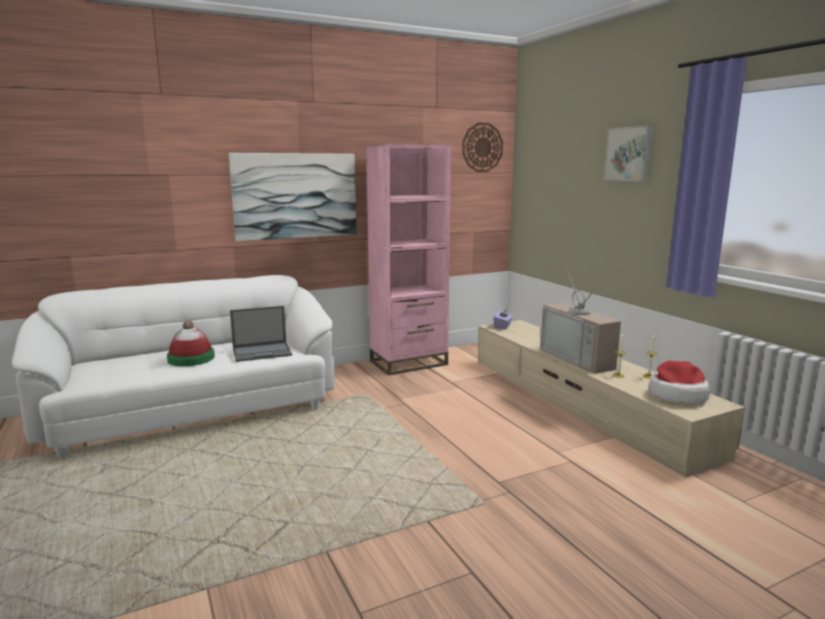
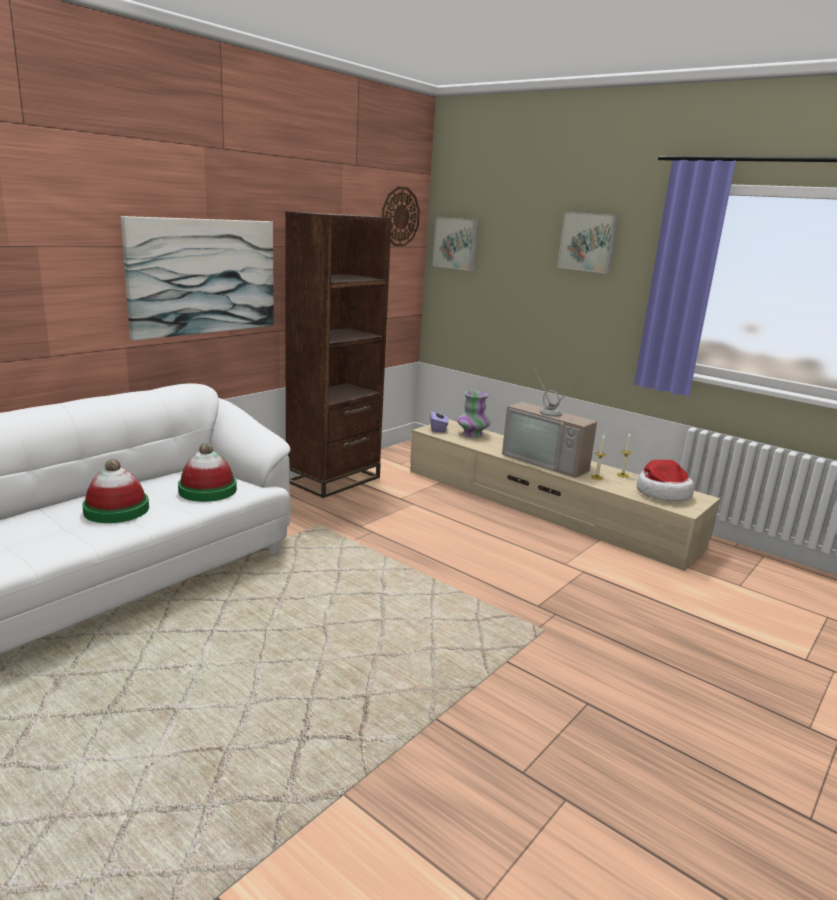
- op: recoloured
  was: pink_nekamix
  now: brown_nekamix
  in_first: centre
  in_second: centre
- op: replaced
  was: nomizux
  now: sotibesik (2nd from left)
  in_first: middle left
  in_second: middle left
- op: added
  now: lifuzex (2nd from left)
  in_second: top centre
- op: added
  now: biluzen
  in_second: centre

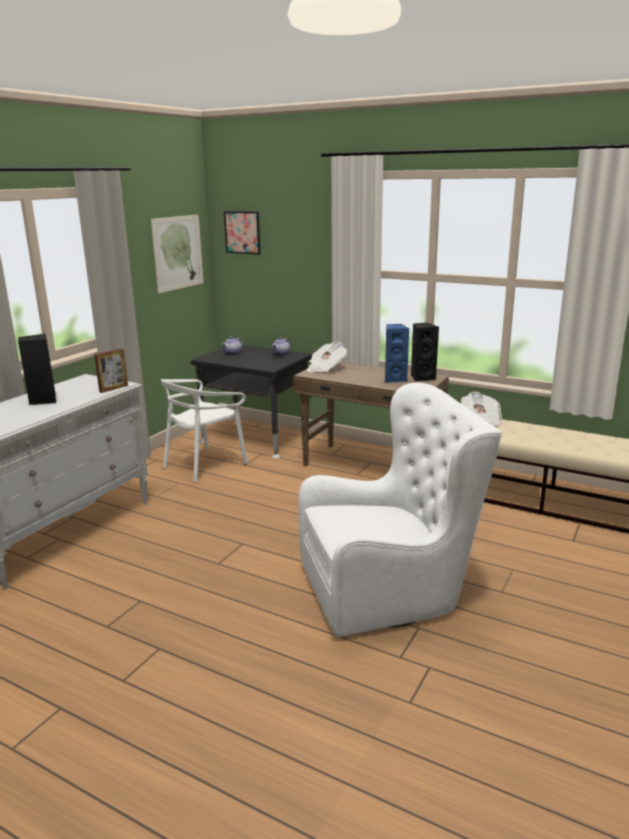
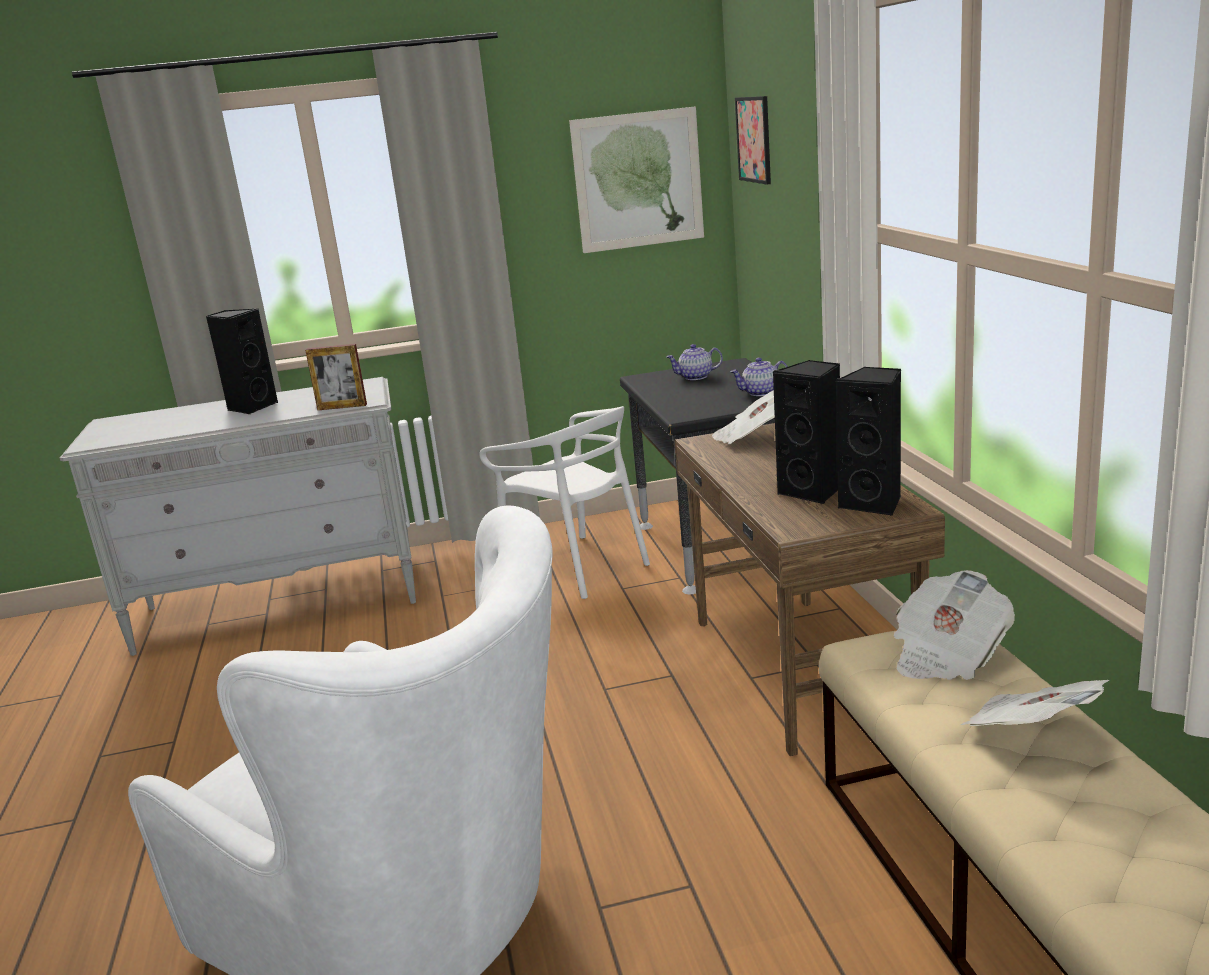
- op: recoloured
  was: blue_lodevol
  now: black_lodevol (2nd from left)
  in_first: centre
  in_second: middle right
- op: turned
  was: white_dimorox
  in_first: middle left
  in_second: centre
  clockwise: -135
- op: added
  now: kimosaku (3rd from left)
  in_second: bottom right

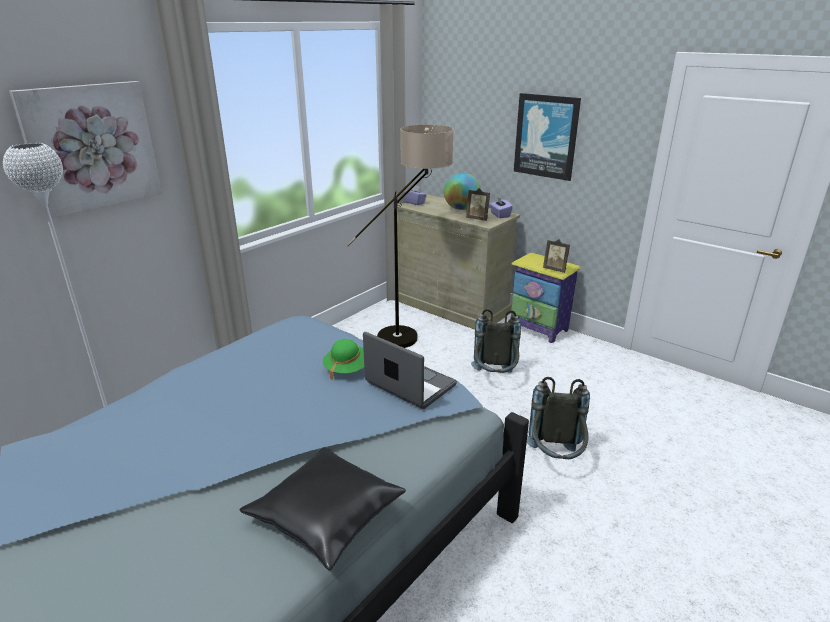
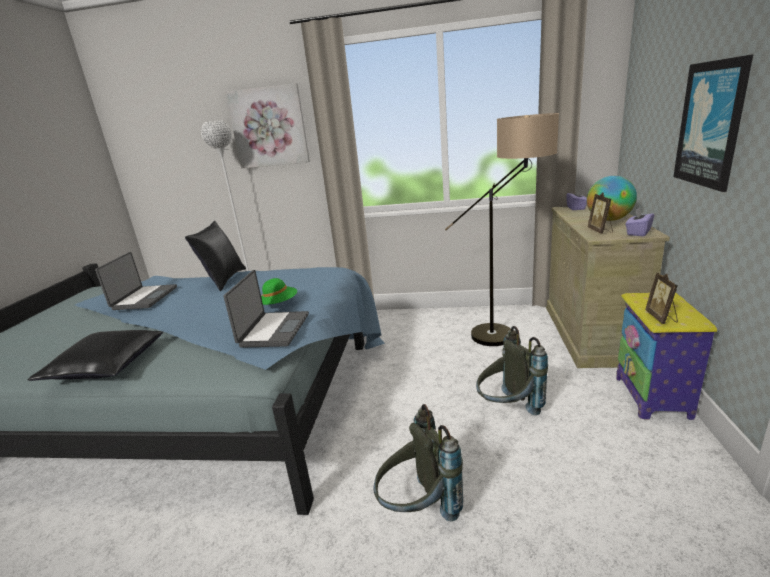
- op: added
  now: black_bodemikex (2nd from left)
  in_second: middle left
- op: added
  now: nomizux (1st from left)
  in_second: middle left

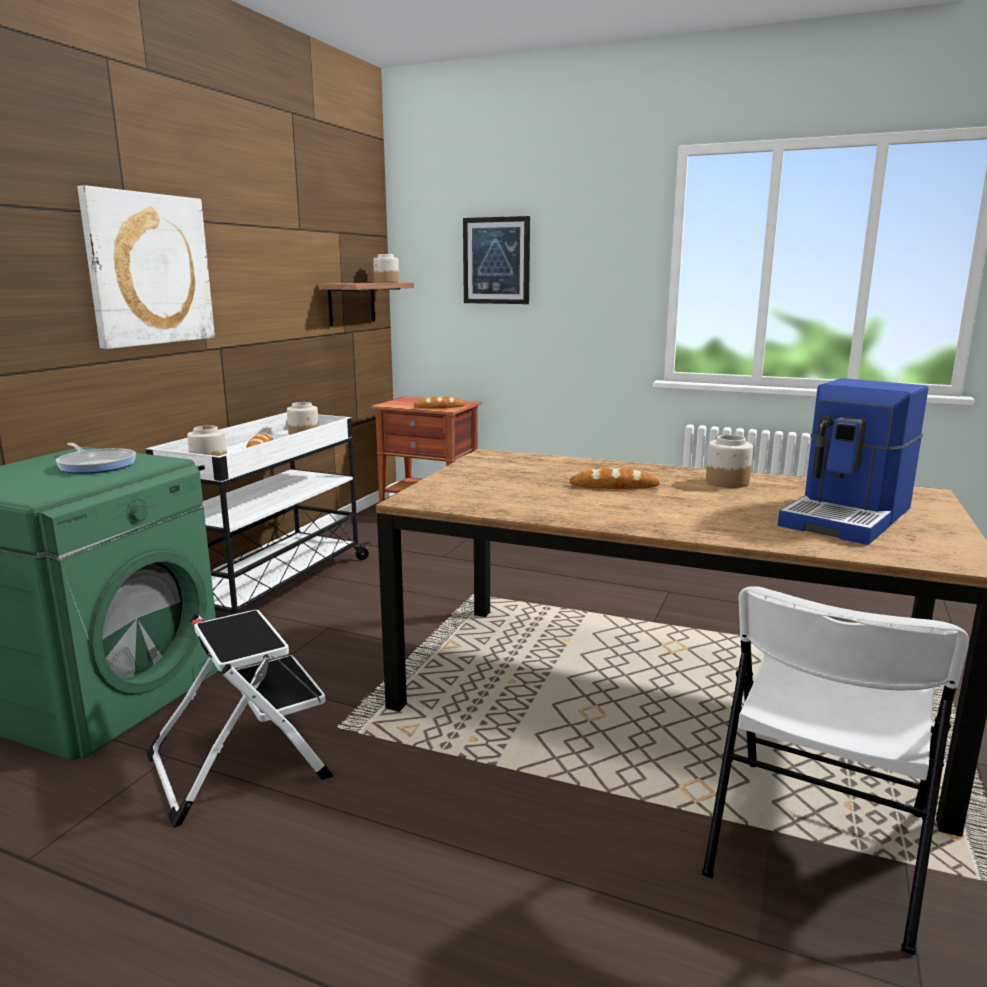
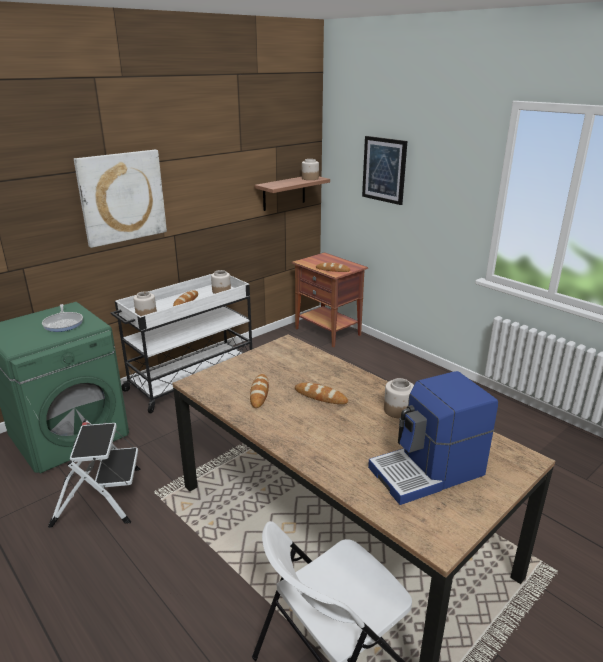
- op: added
  now: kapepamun (2nd from left)
  in_second: centre

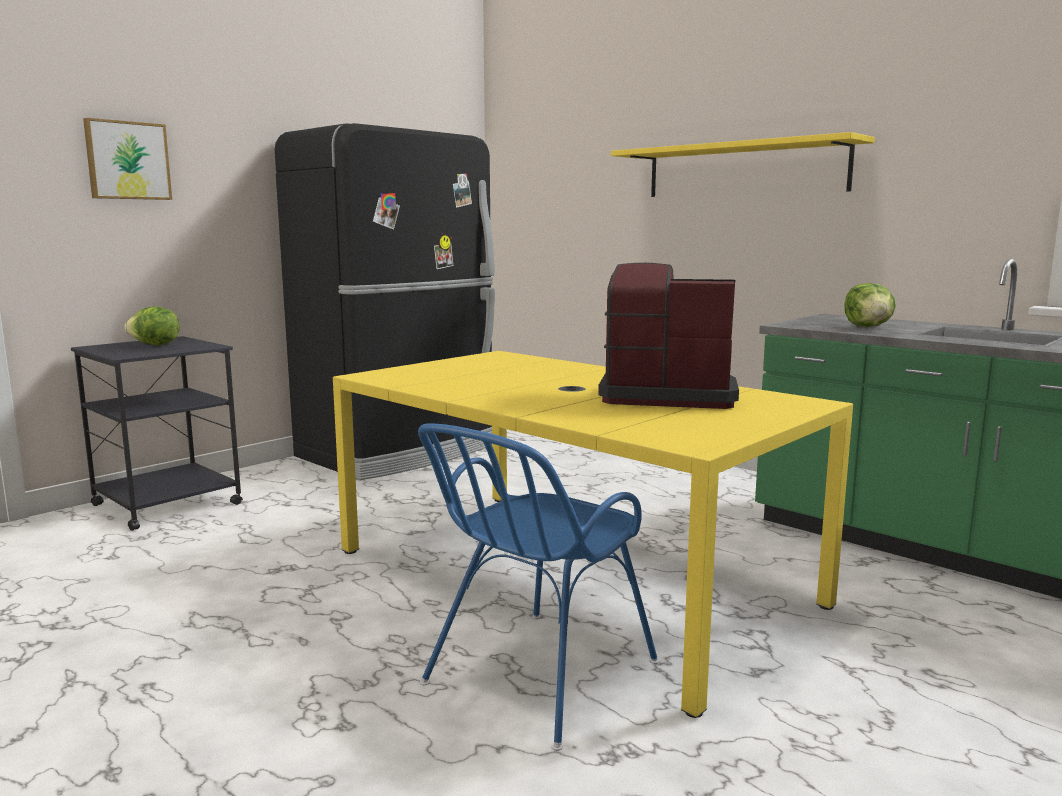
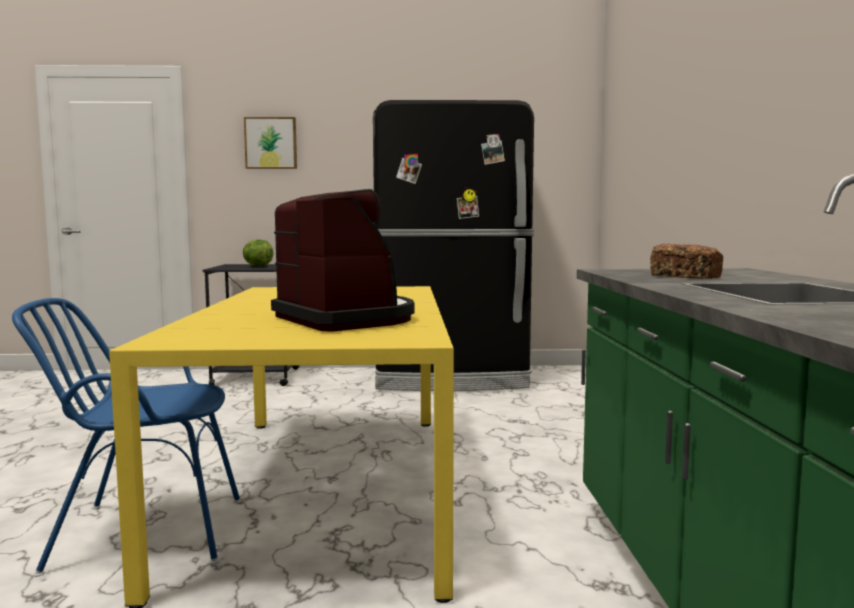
- op: removed
  was: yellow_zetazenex
  in_first: top right
- op: replaced
  was: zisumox (2nd from left)
  now: kapepamun
  in_first: middle right
  in_second: middle right

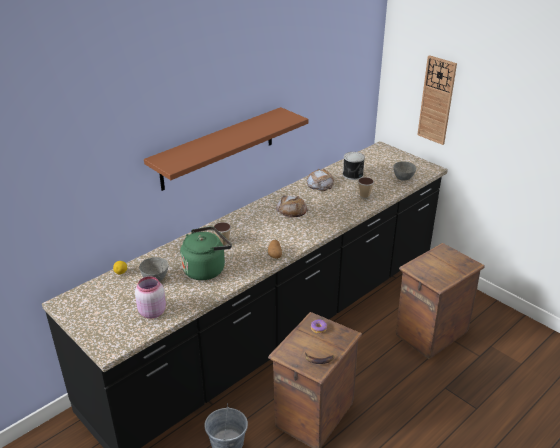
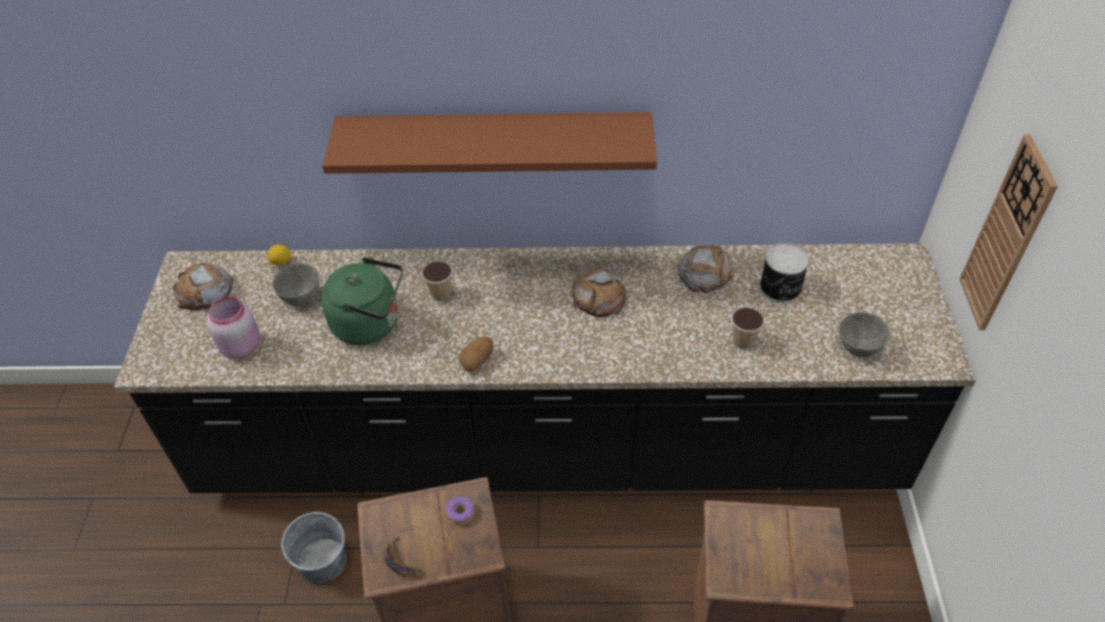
- op: added
  now: kapepamun (1st from left)
  in_second: middle left

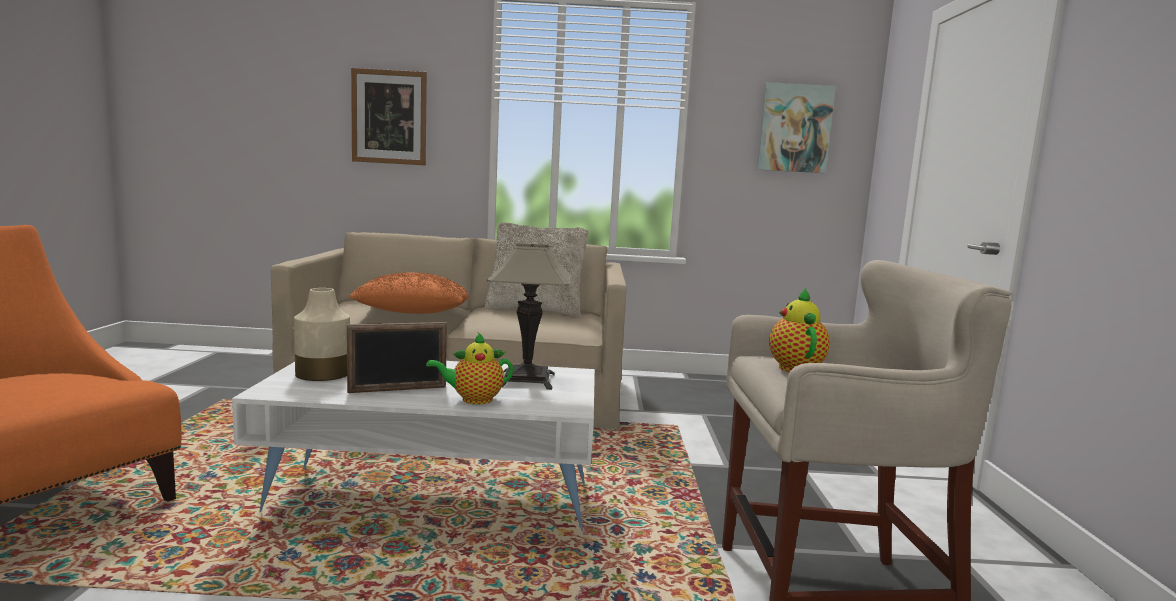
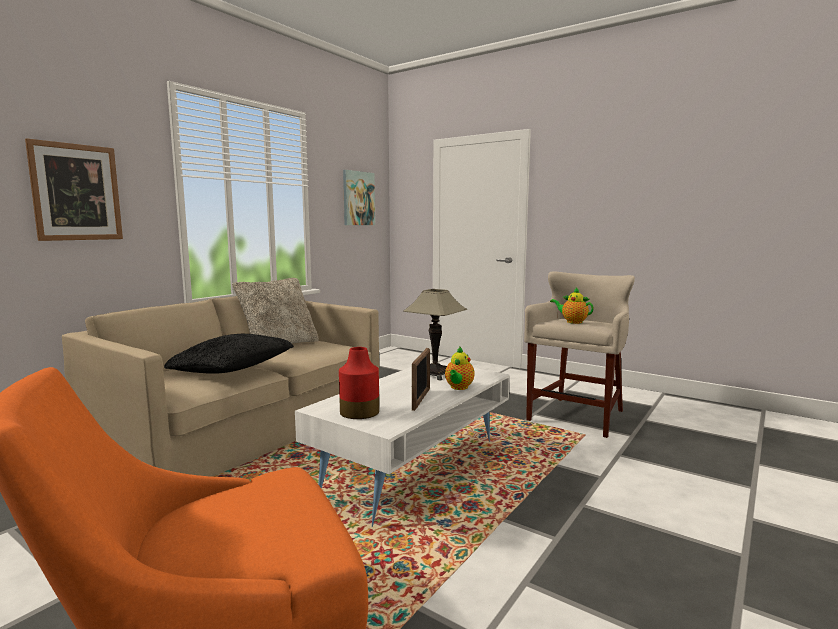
- op: recoloured
  was: orange_bodemikex
  now: black_bodemikex
  in_first: centre
  in_second: middle left
- op: recoloured
  was: beige_biluzen
  now: red_biluzen
  in_first: middle left
  in_second: centre

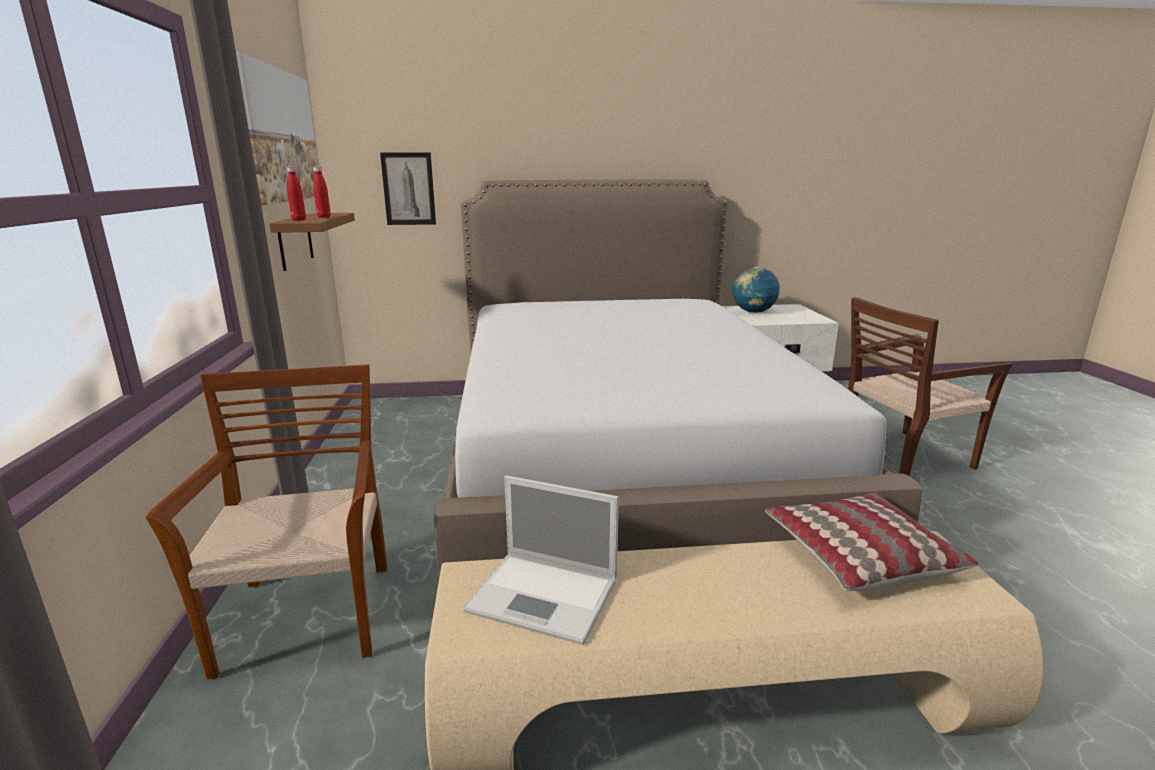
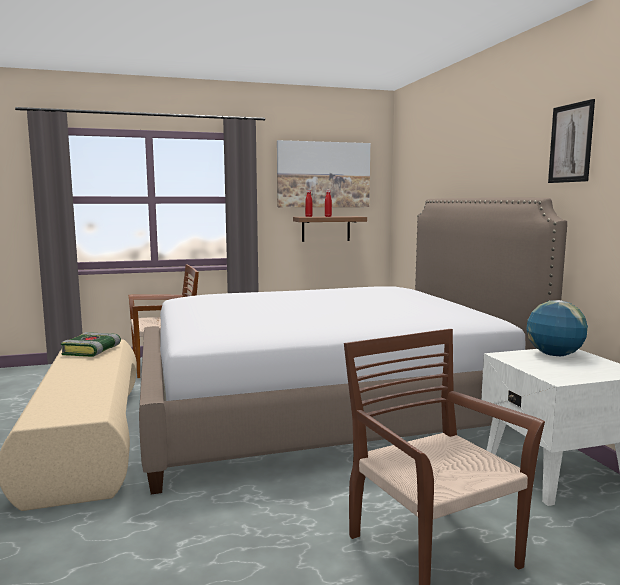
- op: moved
  was: lifuzex (2nd from left)
  in_first: top centre
  in_second: top right
- op: replaced
  was: nomizux
  now: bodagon
  in_first: bottom centre
  in_second: middle left
- op: removed
  was: bodemikex
  in_first: bottom right

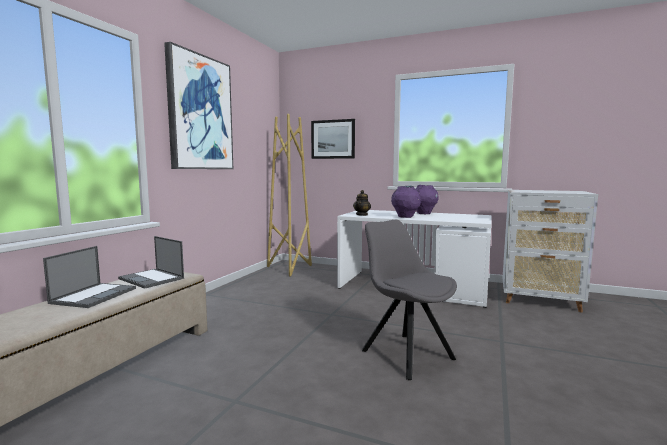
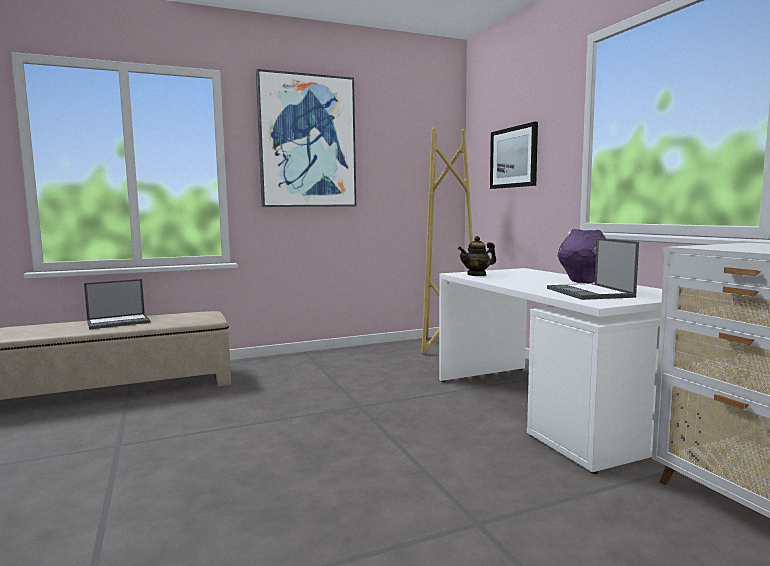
- op: removed
  was: purple_biluzen (1st from left)
  in_first: centre
- op: removed
  was: grey_dimorox
  in_first: bottom centre
- op: moved
  was: nomizux (2nd from left)
  in_first: middle left
  in_second: middle right

